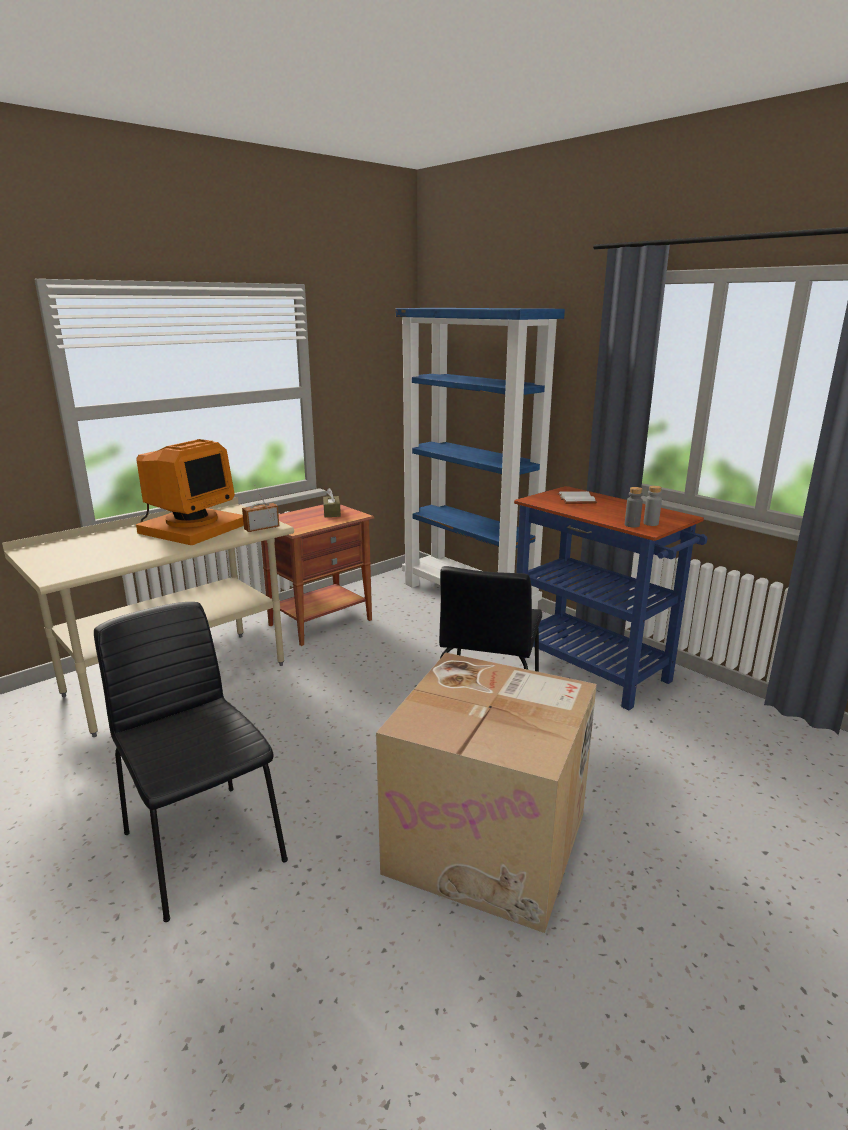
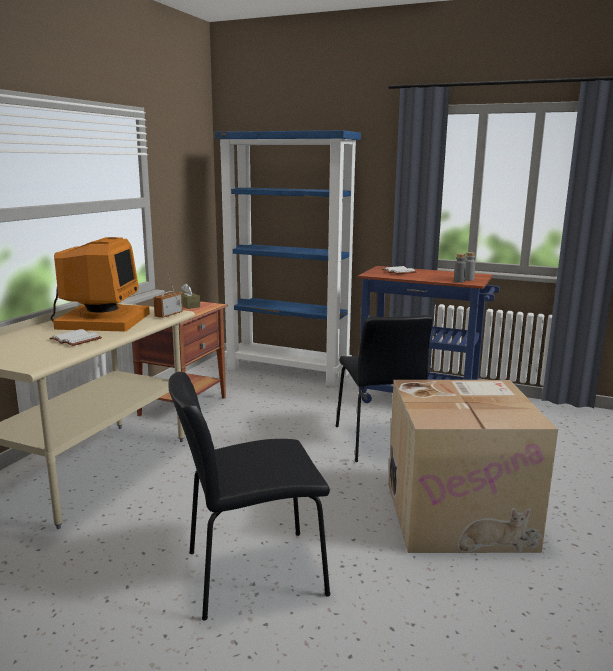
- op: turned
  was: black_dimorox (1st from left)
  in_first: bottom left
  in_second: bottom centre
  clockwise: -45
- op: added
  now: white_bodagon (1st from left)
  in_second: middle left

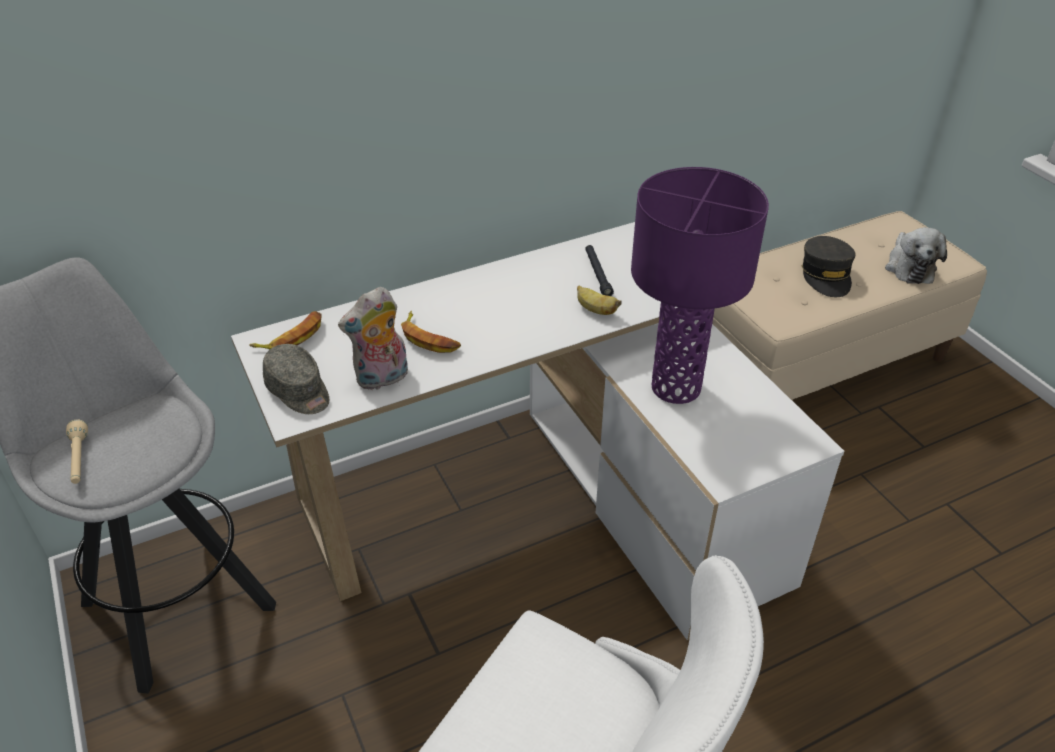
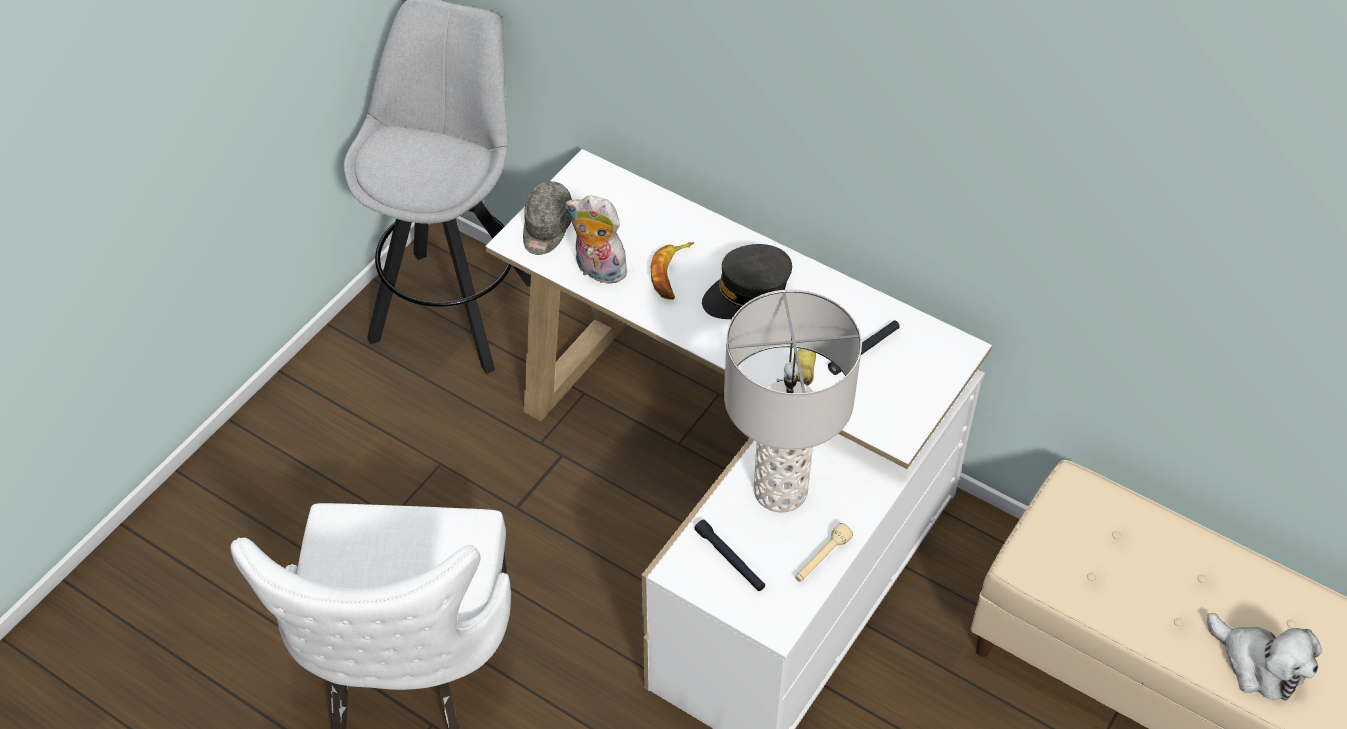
- op: recoloured
  was: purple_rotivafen
  now: white_rotivafen
  in_first: centre
  in_second: centre
- op: turned
  was: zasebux (2nd from left)
  in_first: middle right
  in_second: bottom right
  clockwise: -105
- op: moved
  was: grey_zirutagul (2nd from left)
  in_first: middle right
  in_second: centre
- op: removed
  was: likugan (1st from left)
  in_first: middle left
- op: moved
  was: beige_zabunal
  in_first: middle left
  in_second: bottom centre
- op: added
  now: black_zabunal (1st from left)
  in_second: bottom centre

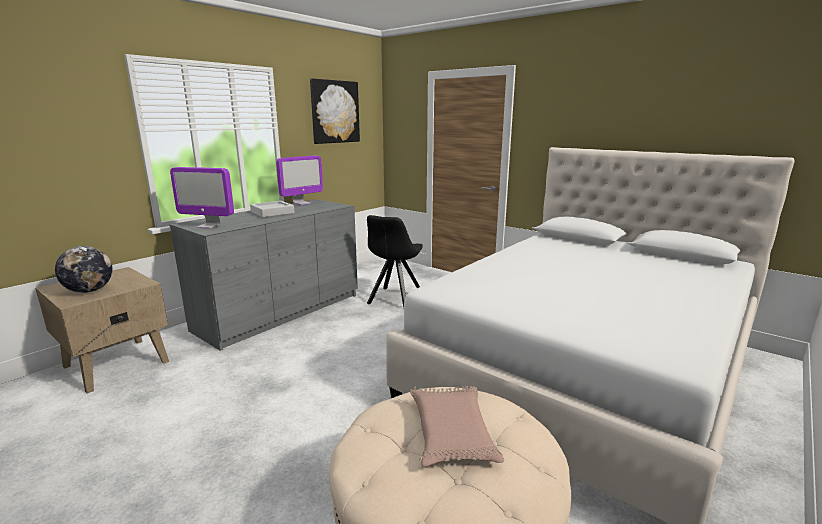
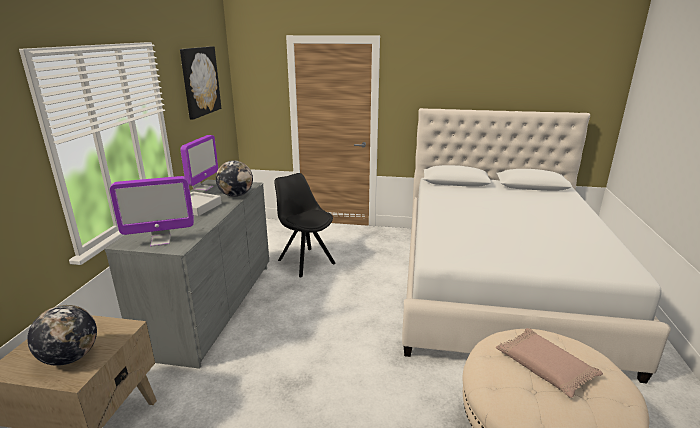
- op: turned
  was: black_dimorox
  in_first: centre
  in_second: centre
  clockwise: 150
- op: added
  now: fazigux (2nd from left)
  in_second: centre

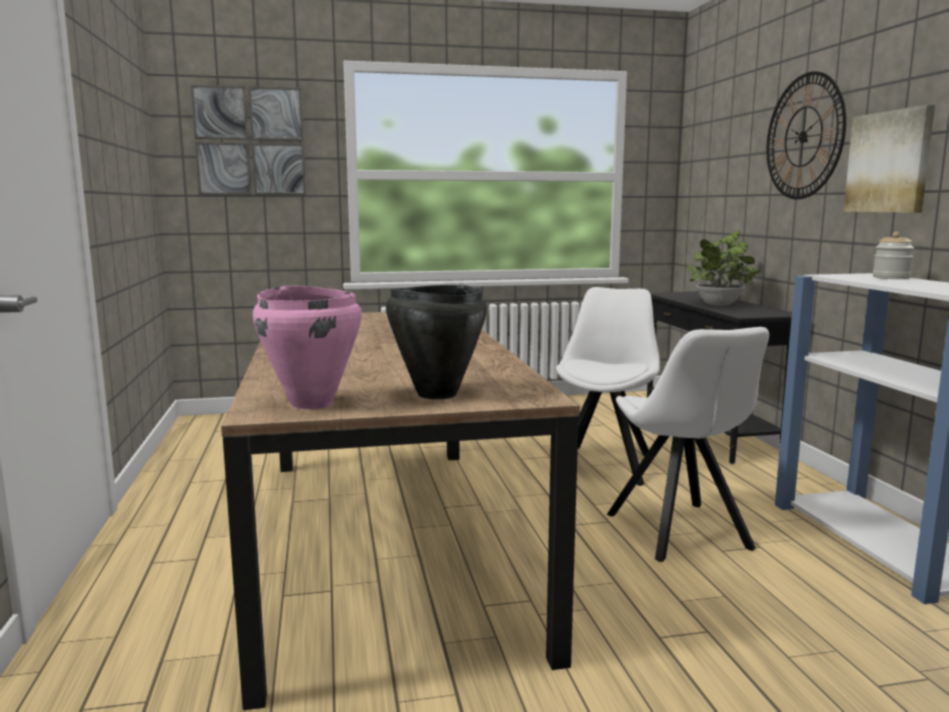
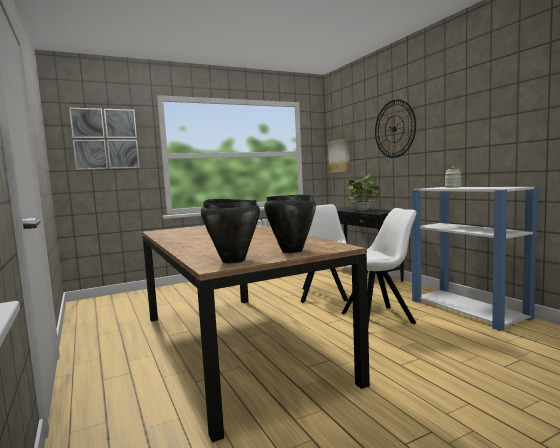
- op: moved
  was: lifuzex (2nd from left)
  in_first: top right
  in_second: centre
- op: recoloured
  was: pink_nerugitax
  now: black_nerugitax (1st from left)
  in_first: middle left
  in_second: centre
- op: turned
  was: white_dimorox (2nd from left)
  in_first: middle right
  in_second: middle right
  clockwise: -75

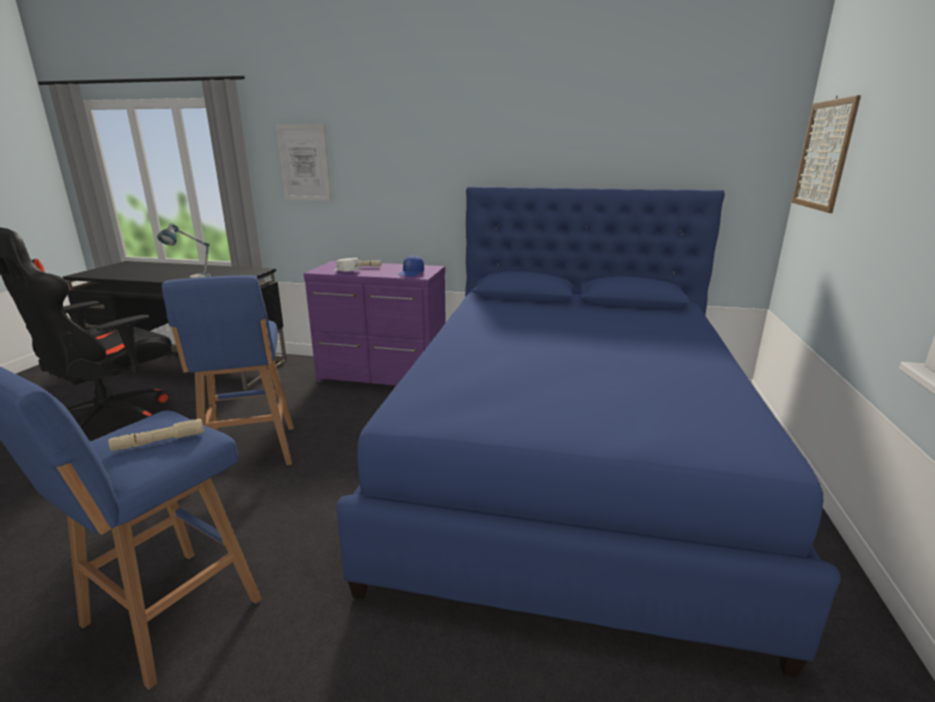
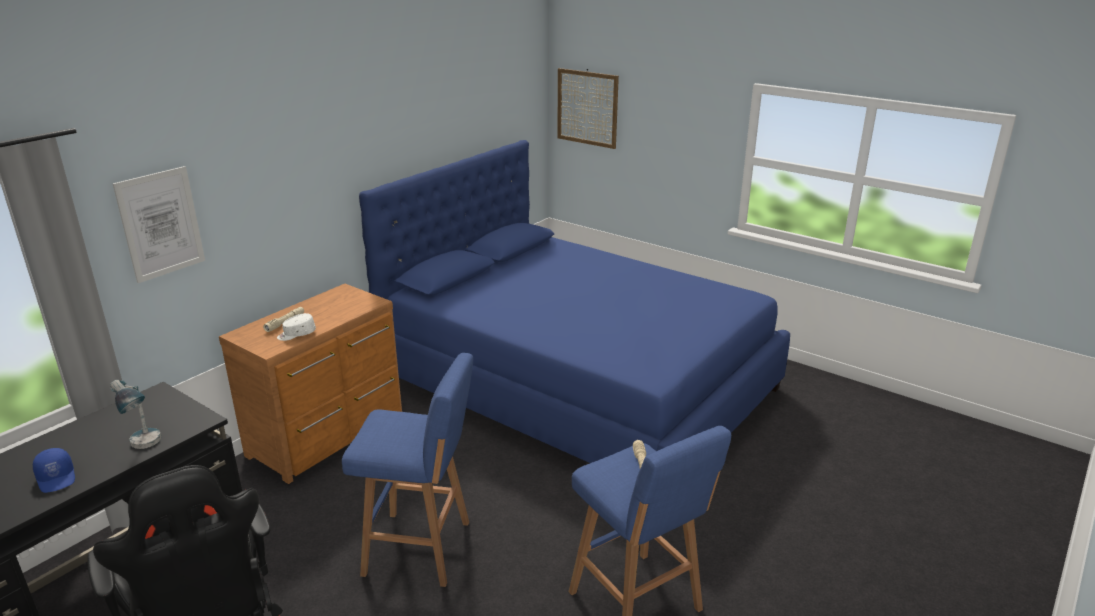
- op: moved
  was: blue_zirutagul
  in_first: centre
  in_second: bottom left
- op: recoloured
  was: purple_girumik
  now: brown_girumik
  in_first: centre
  in_second: middle left

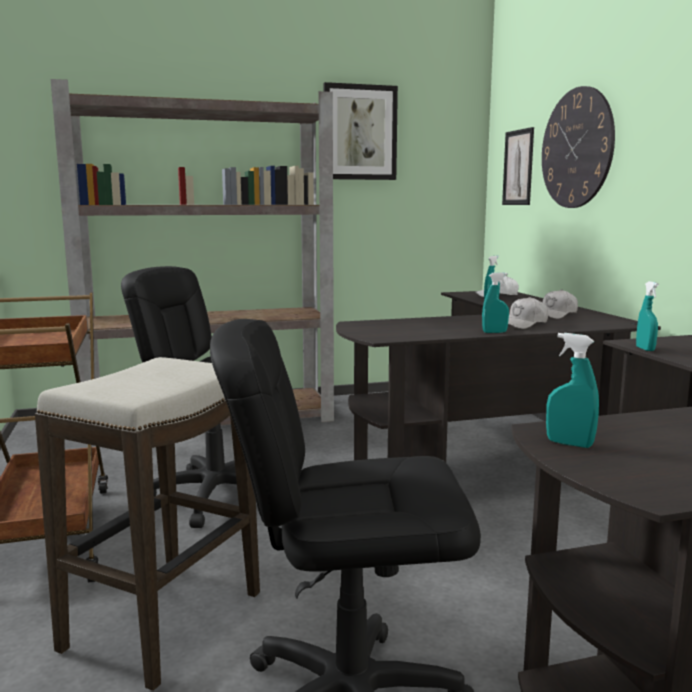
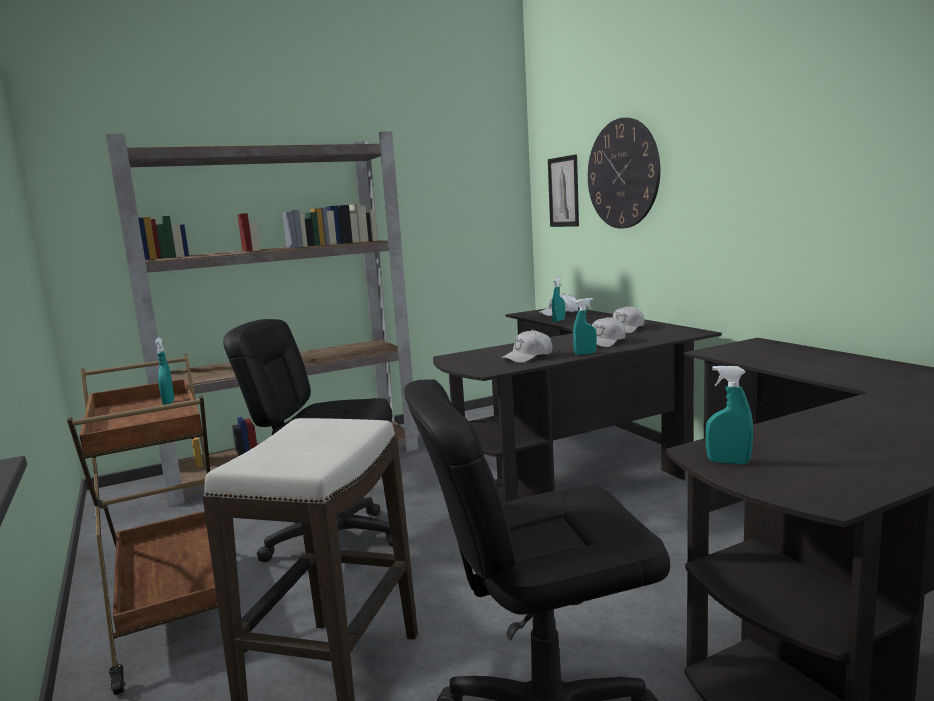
- op: removed
  was: lifuzex (1st from left)
  in_first: top centre
- op: moved
  was: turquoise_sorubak (4th from left in the first image)
  now: turquoise_sorubak (1st from left)
  in_first: middle right
  in_second: middle left
- op: added
  now: white_zirutagul (1st from left)
  in_second: centre

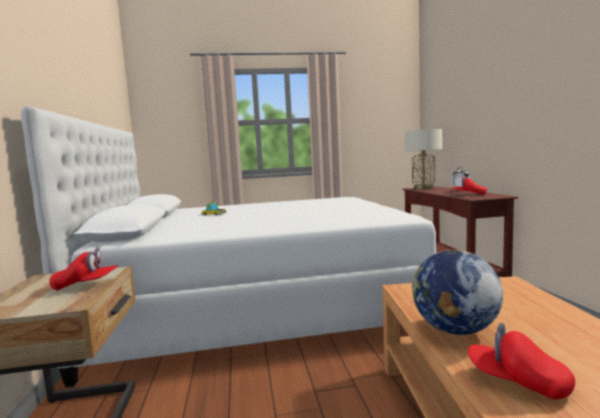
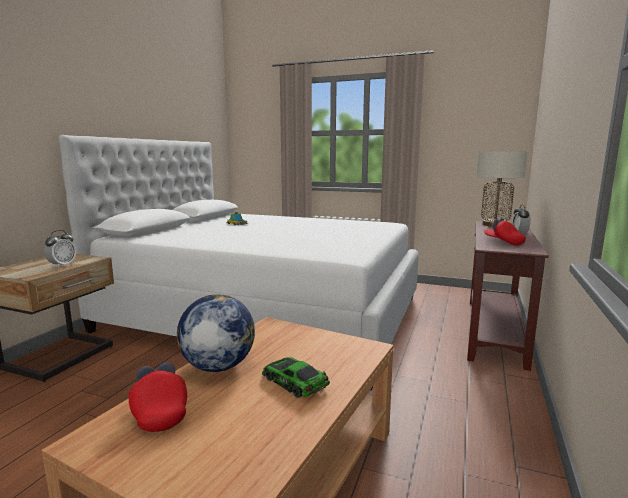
- op: replaced
  was: red_zirutagul (1st from left)
  now: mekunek (1st from left)
  in_first: middle left
  in_second: middle left
- op: added
  now: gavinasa (2nd from left)
  in_second: bottom centre

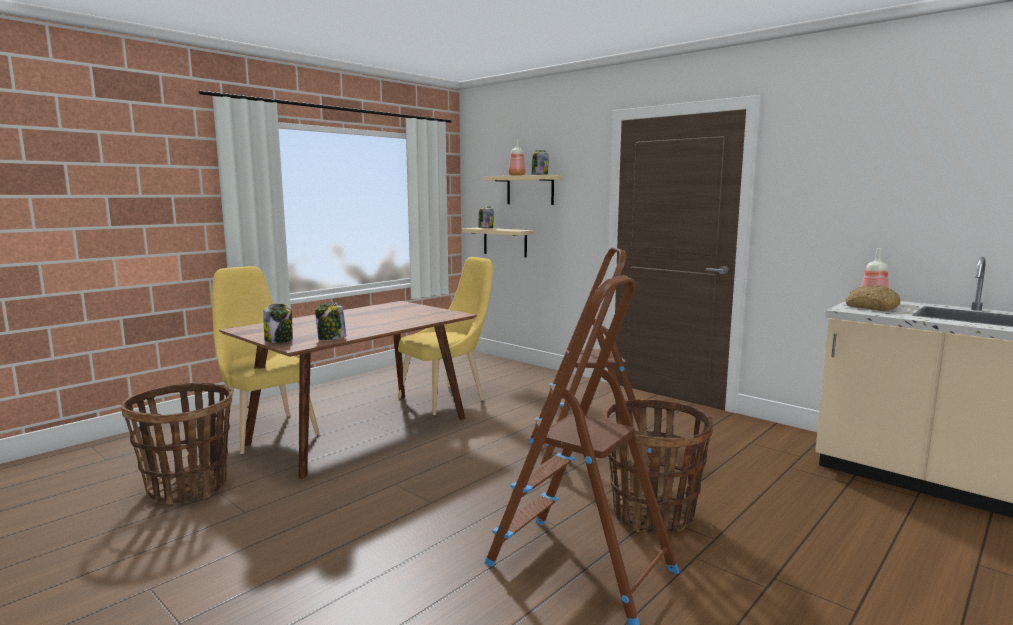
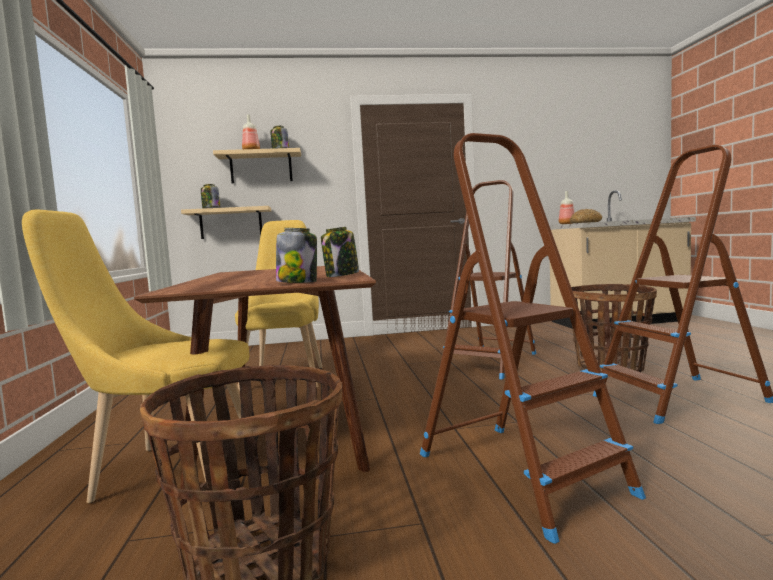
- op: added
  now: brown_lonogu (2nd from left)
  in_second: middle right

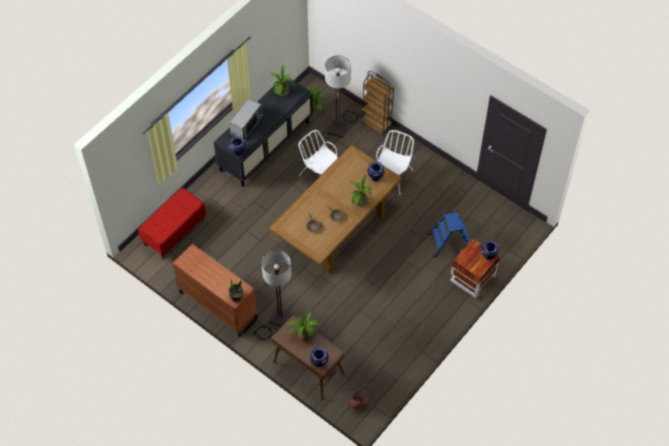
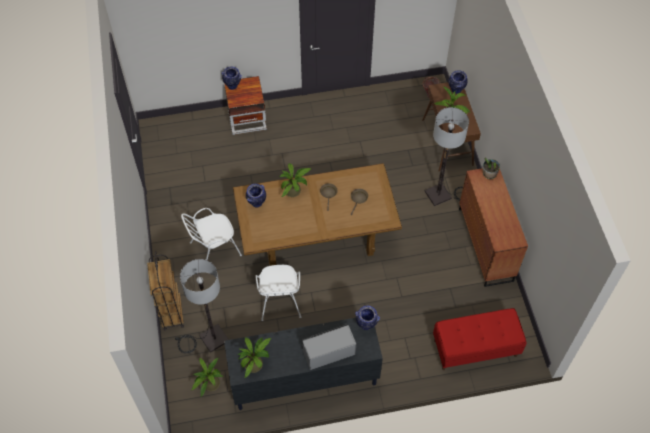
- op: removed
  was: blue_lonogu
  in_first: middle right

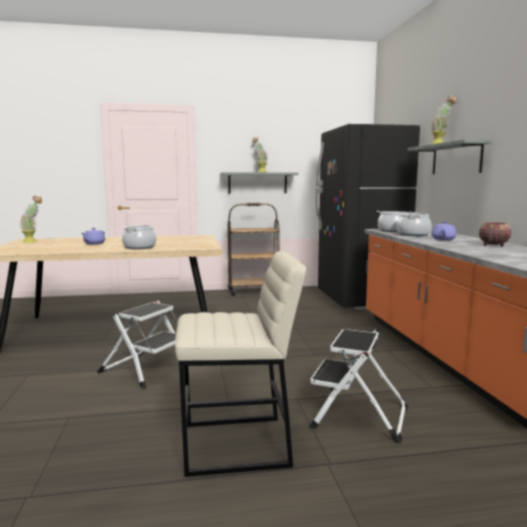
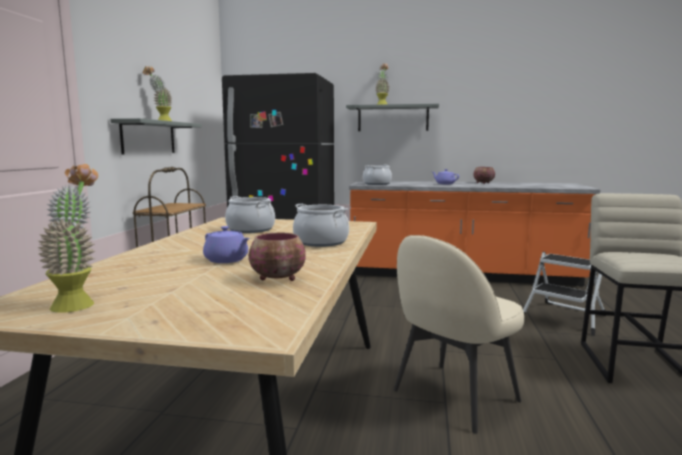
- op: moved
  was: nerugitax (3rd from left in the first image)
  now: nerugitax (1st from left)
  in_first: middle right
  in_second: centre
- op: replaced
  was: lonogu (1st from left)
  now: beige_dimorox (1st from left)
  in_first: middle left
  in_second: bottom right
- op: added
  now: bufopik (1st from left)
  in_second: centre

